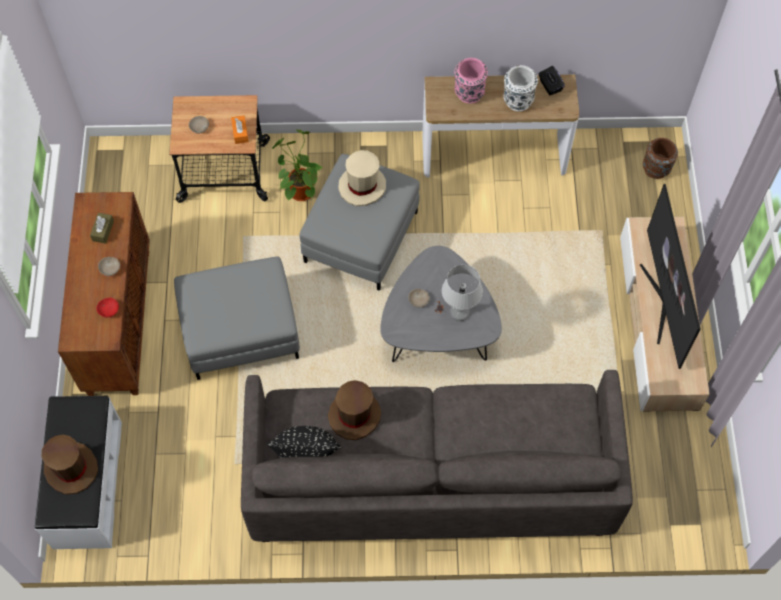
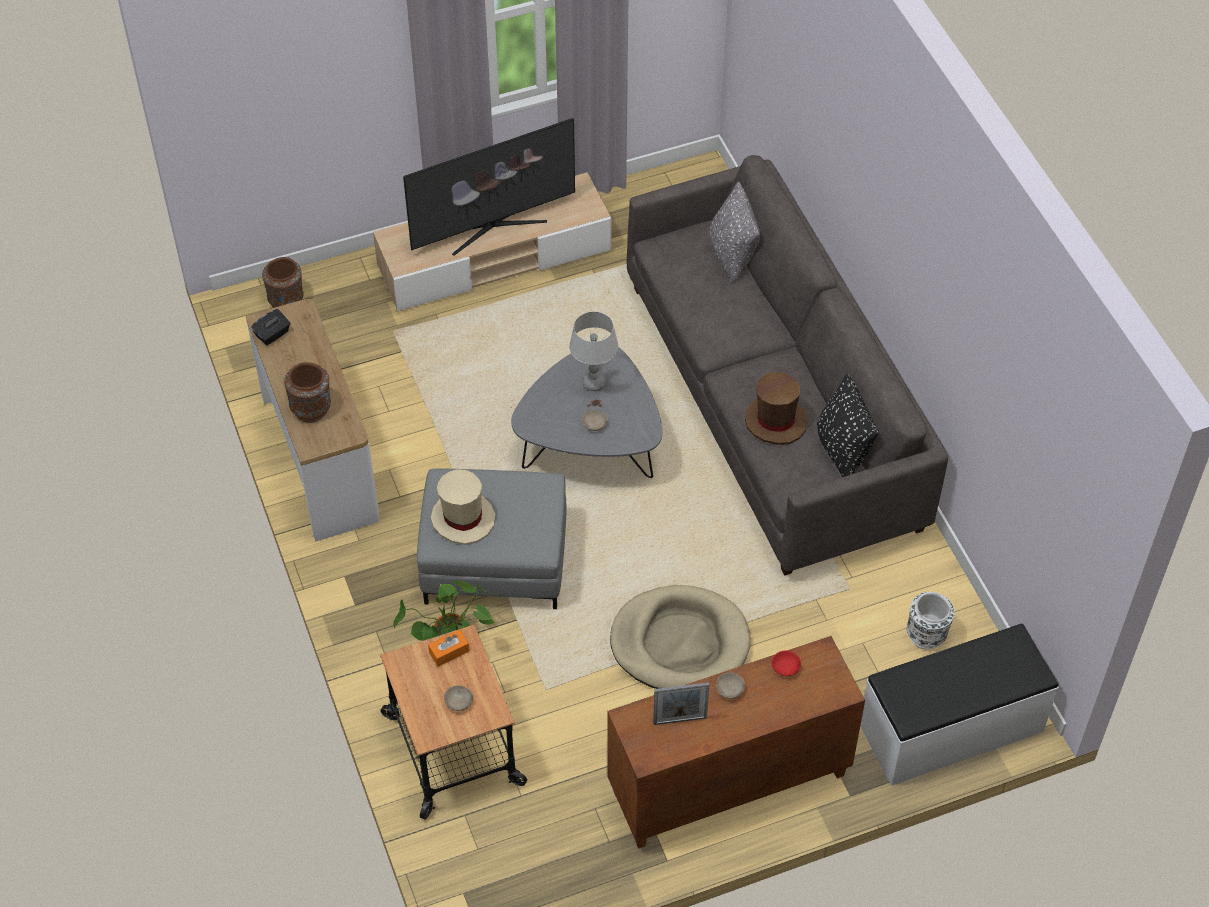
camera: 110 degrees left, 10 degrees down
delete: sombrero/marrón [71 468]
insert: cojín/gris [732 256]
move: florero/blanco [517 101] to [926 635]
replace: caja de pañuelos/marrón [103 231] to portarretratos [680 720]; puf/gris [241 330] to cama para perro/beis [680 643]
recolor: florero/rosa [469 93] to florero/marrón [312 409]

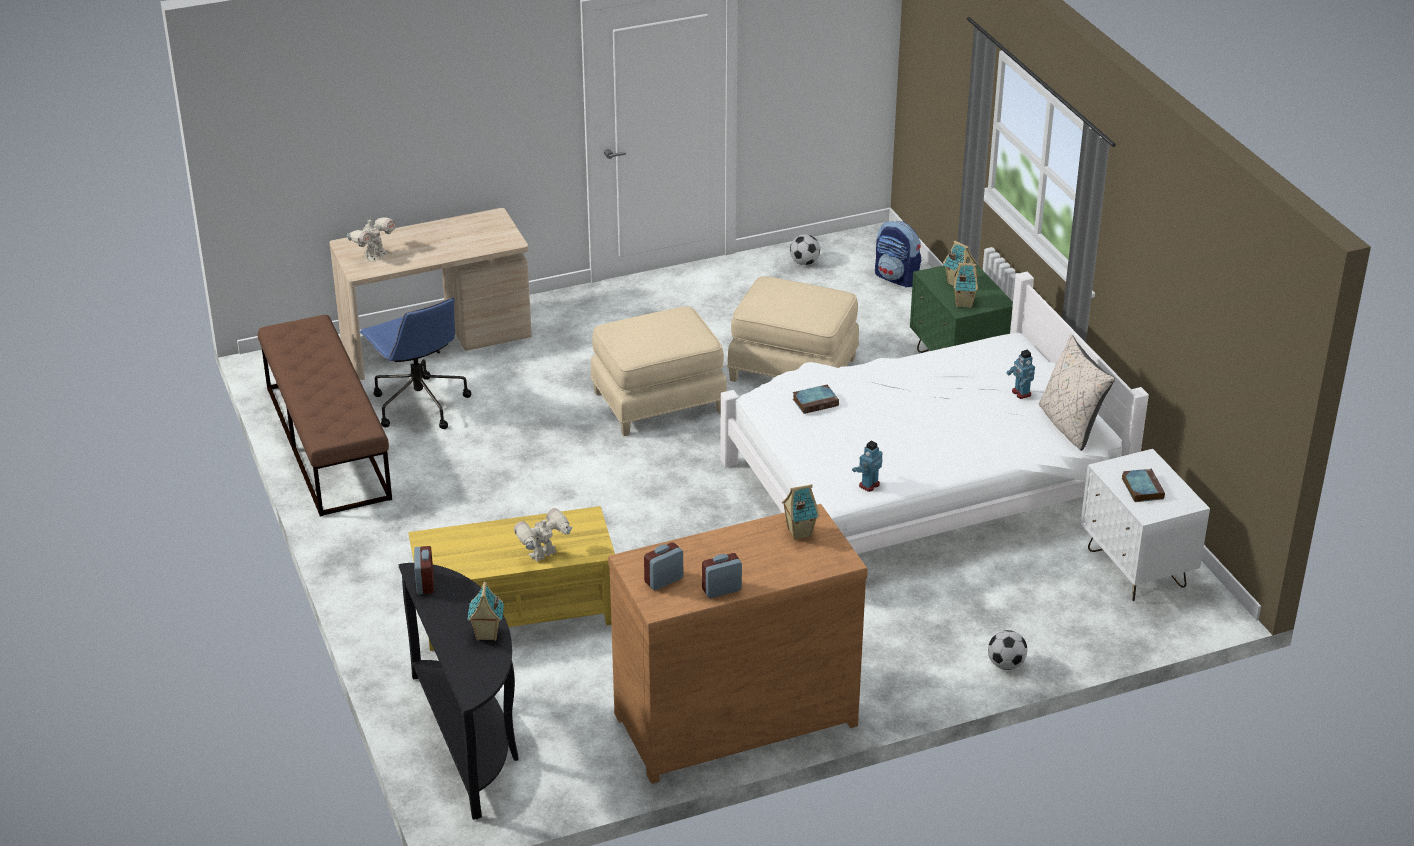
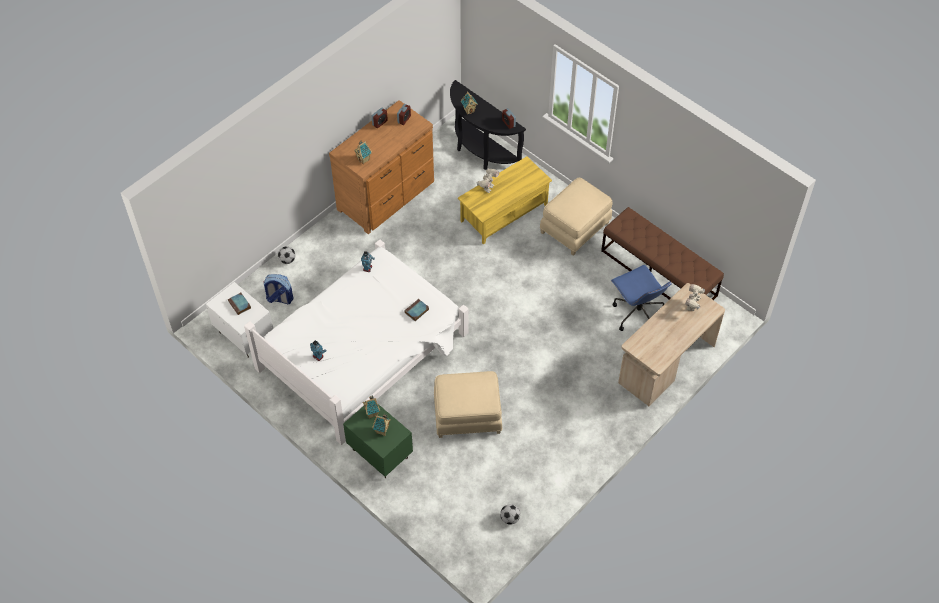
camera: 155 degrees right, 20 degrees up
delete: cojín/beis [1070 425]
move: puf/beis [658 401] to [575 228]; mochila [897 278] to [279 299]
rotate: silla de oficina/azul [419 404] = [637 314] 150 degrees counterclockwise

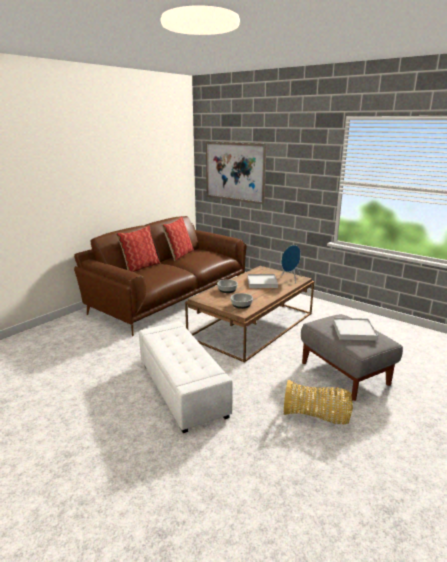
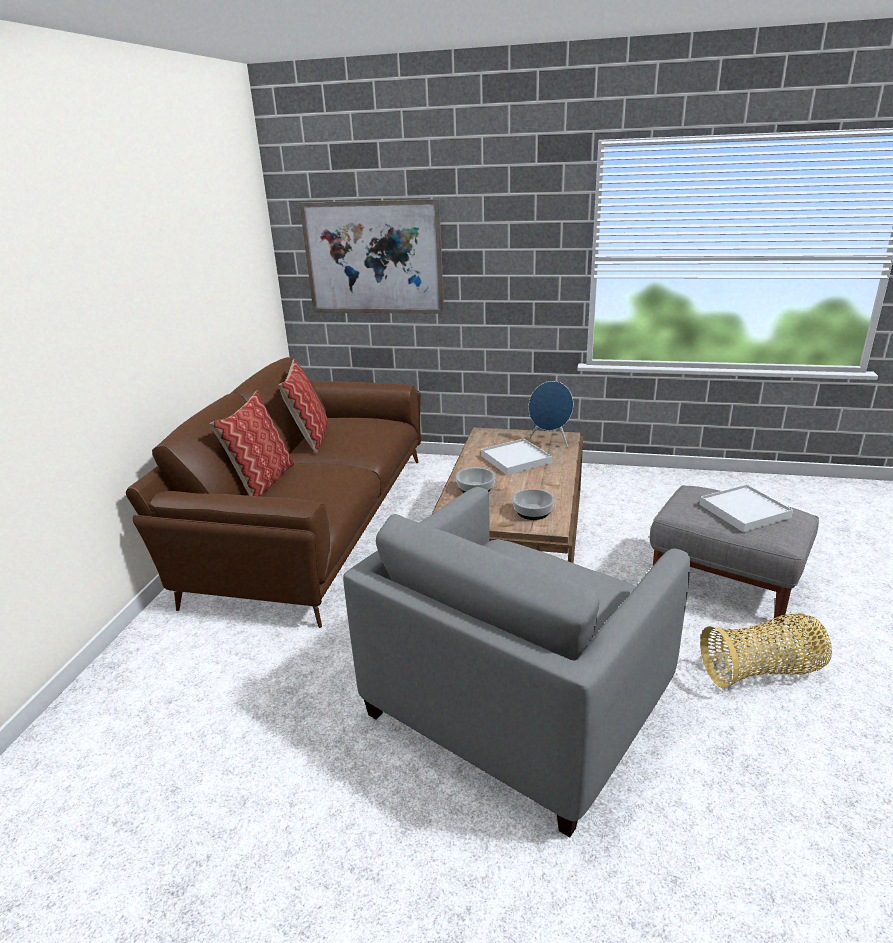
camera: 25 degrees left, 5 degrees up
replace: puf/blanco [181 388] to sillón/gris [516 704]

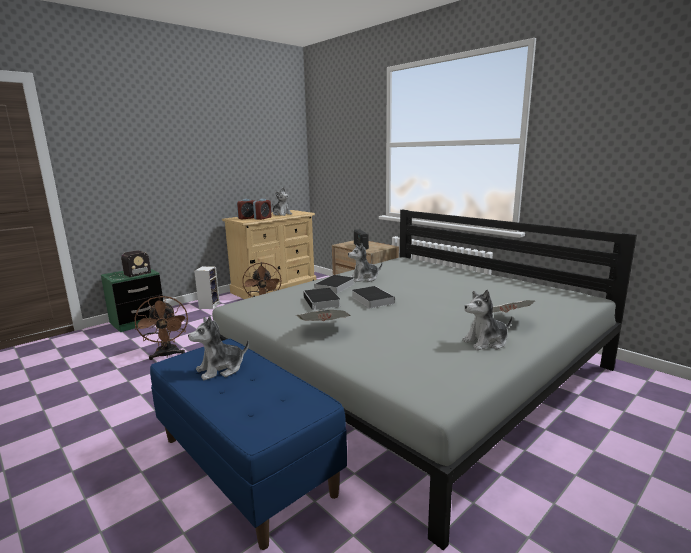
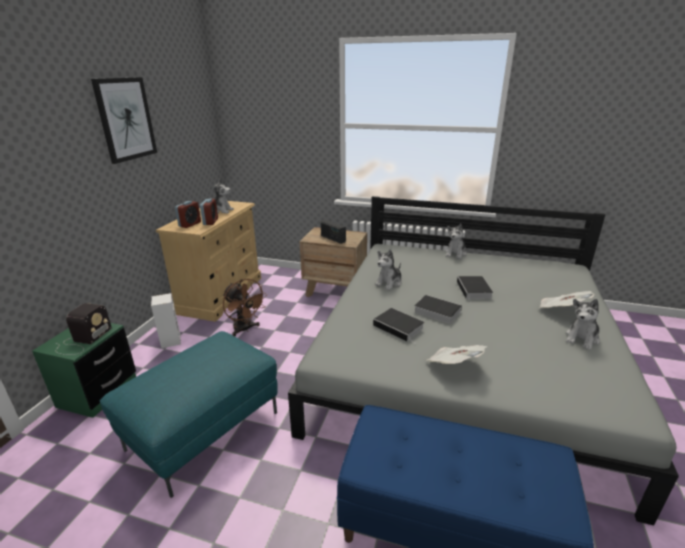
camera: 30 degrees left, 10 degrees up
insert: cuadro [125 119]
move: peluche [221 369] to [455 254]; libro [334 287] to [474 290]
replace: ventilador/marrón [167 355] to puf/turquesa [204 429]

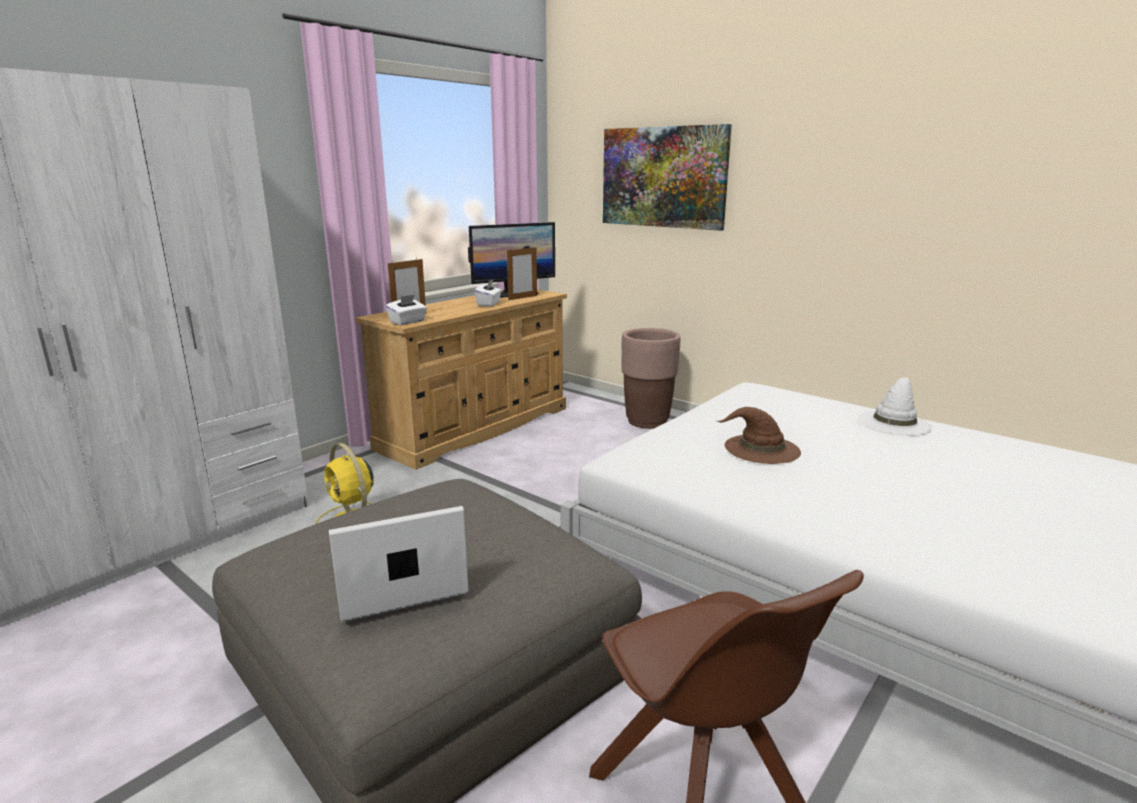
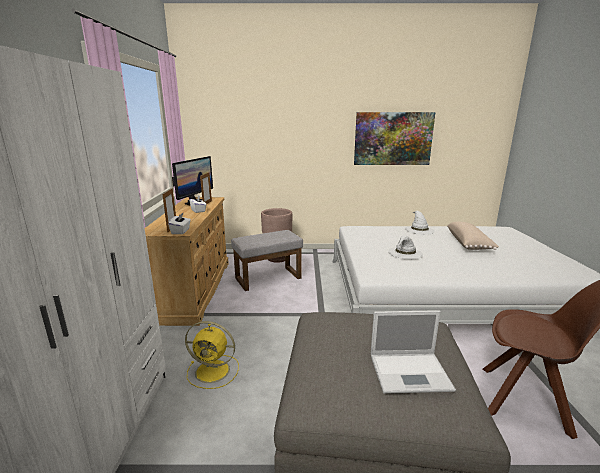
camera: 40 degrees left, 0 degrees up
insert: puf/gris [267 278]; cojín/beis [469 243]
move: cuadro [663 177] to [393 138]
recolor: sombrero/marrón [761 449] to sombrero/blanco [405 253]
rotate: portátil [396 584] = [411 372] 120 degrees counterclockwise

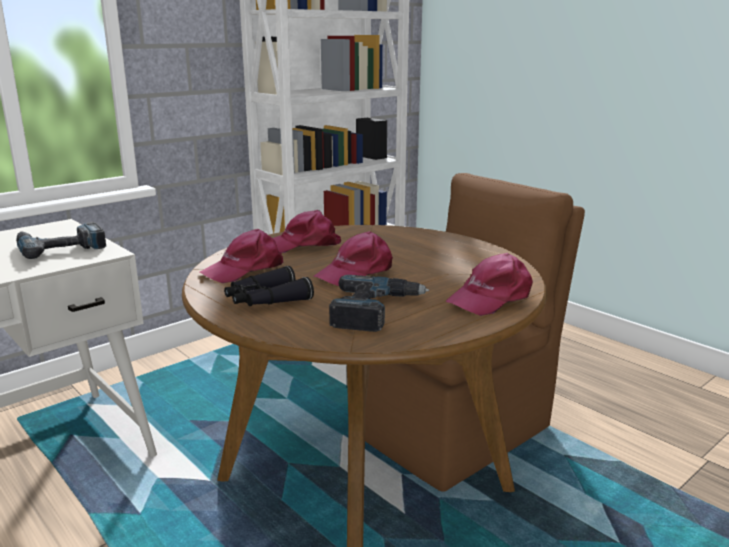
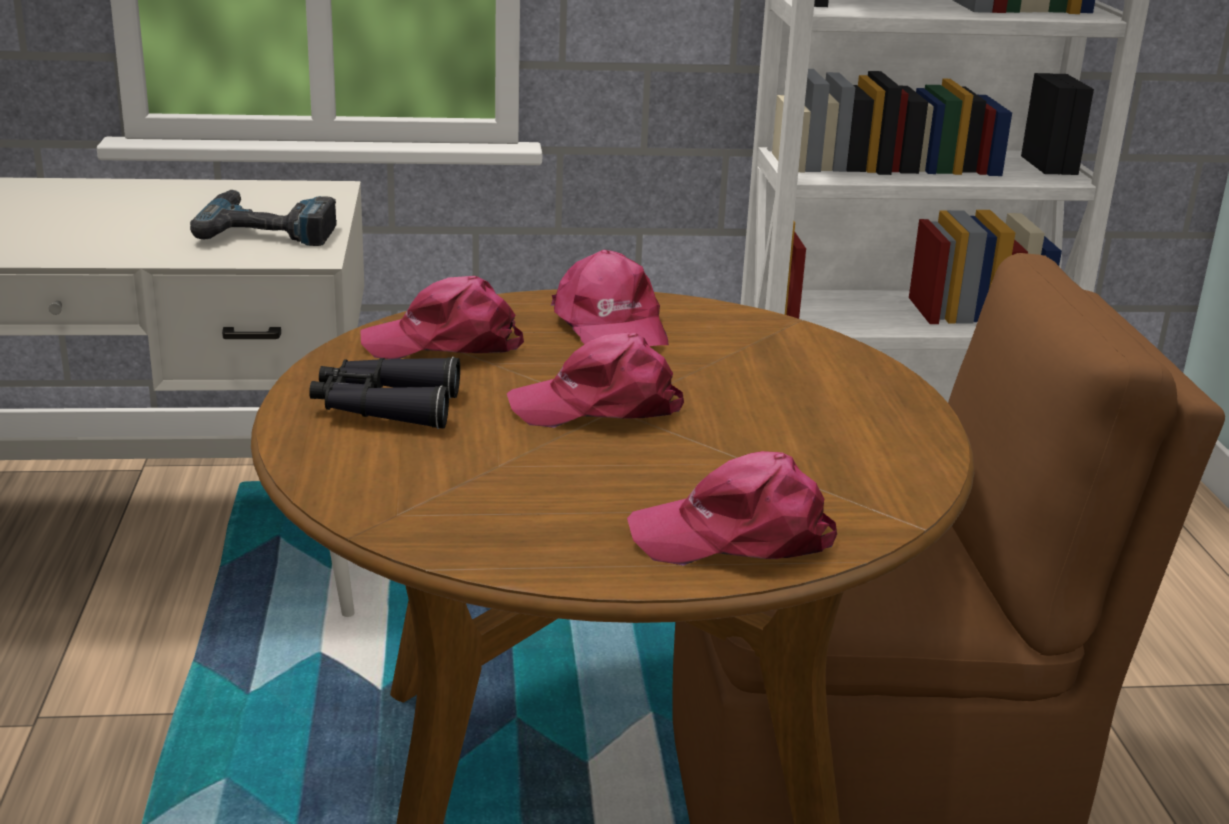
camera: 35 degrees right, 5 degrees up
delete: taladro [375 311]
rotate: gorra/rosa [303 245] = [609 325] 135 degrees counterclockwise

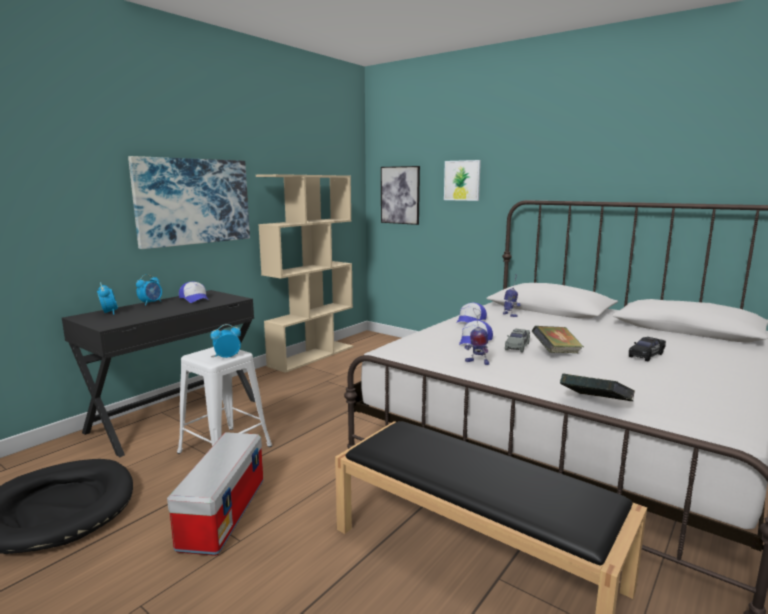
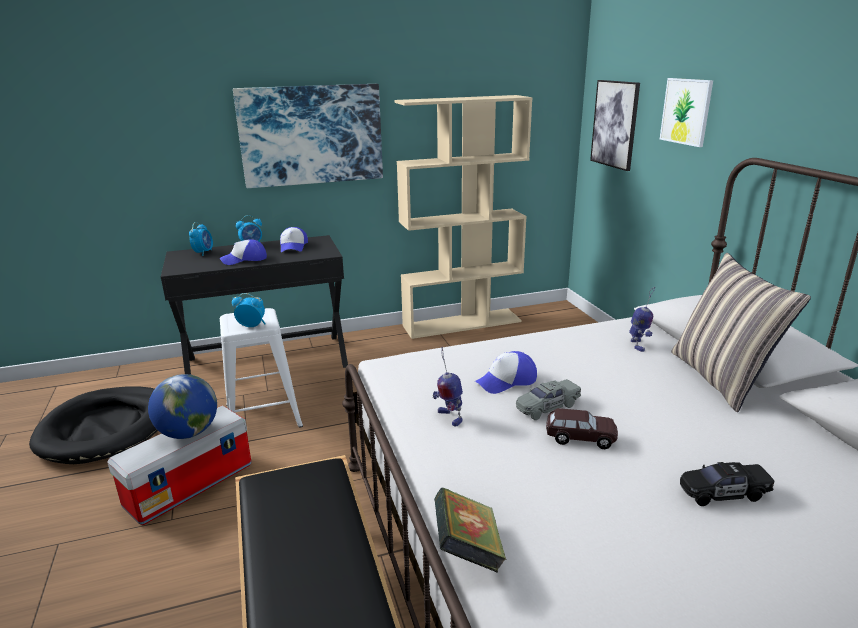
camera: 35 degrees right, 10 degrees up
insert: globo terráqueo [188 433]; cojín [721 379]
move: gorra [471 321] to [244 259]
replace: libro [556 353] to coche de juguete/marrón [580 438]

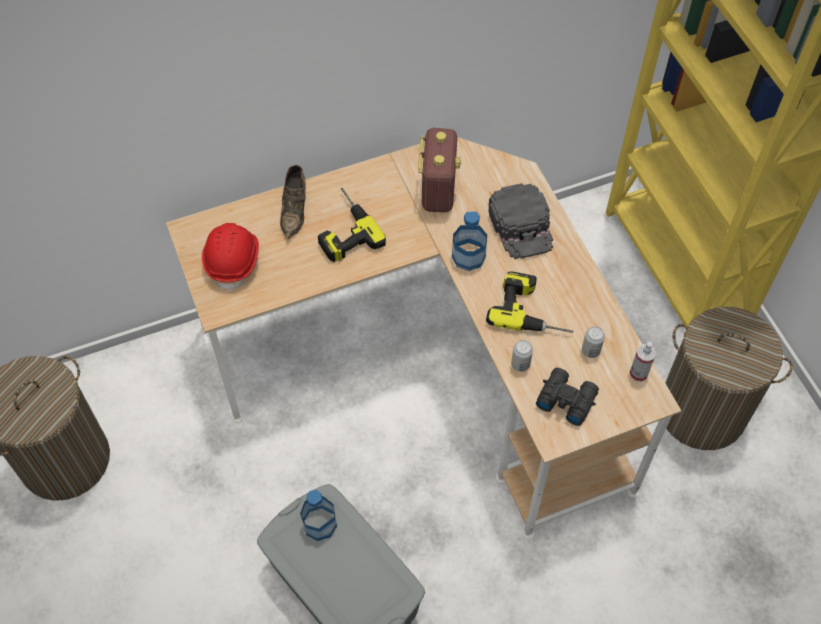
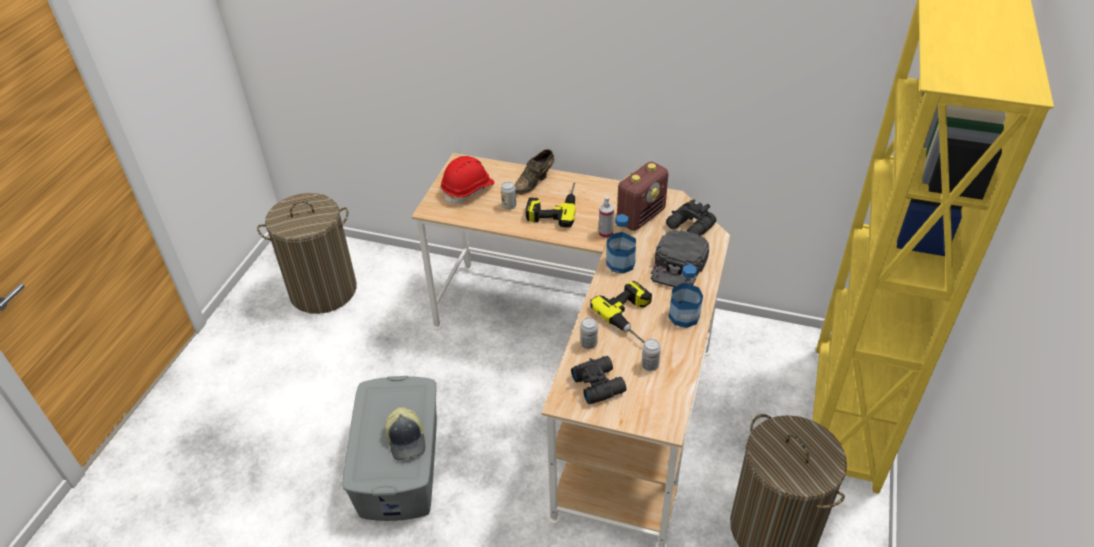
camera: 40 degrees right, 15 degrees down
insert: gorra [407 439]; lata [509 206]; prismáticos/negro [690 227]
move: botella [320 524] to [684 316]; pulverizador [638 373] to [605 233]

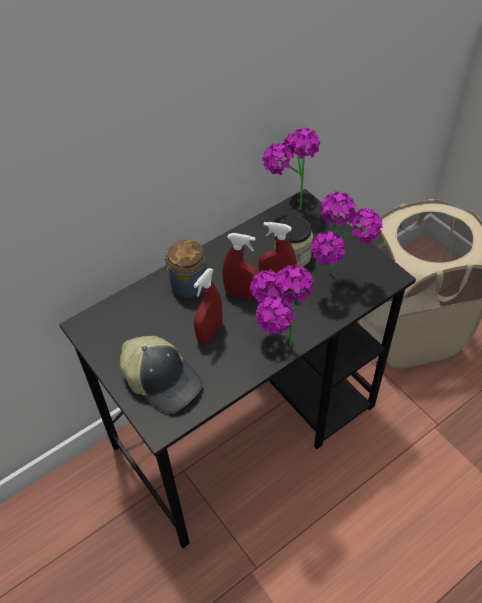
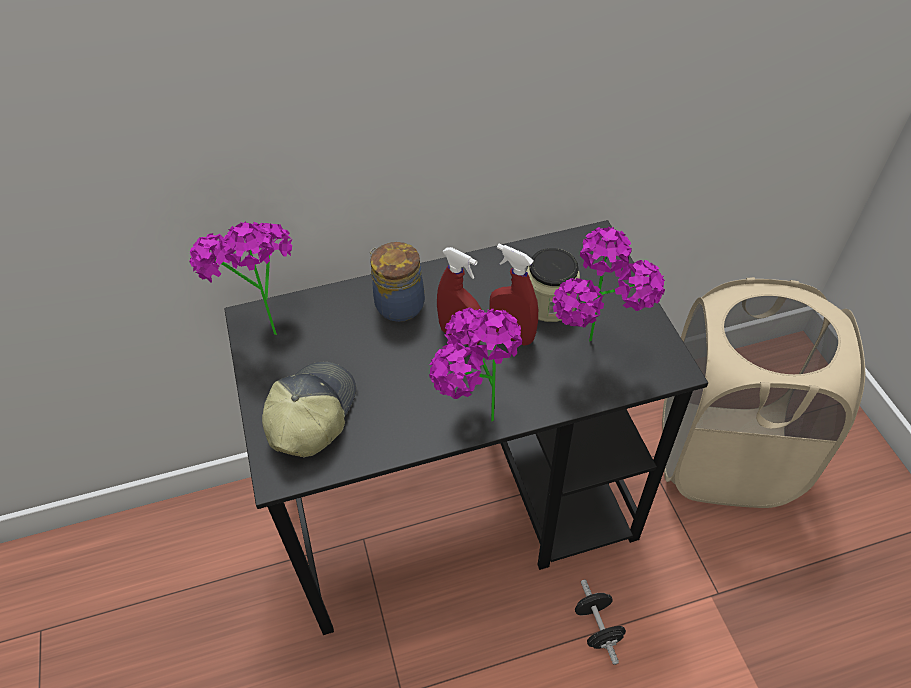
camera: 20 degrees right, 0 degrees up
delete: pulverizador/rojo [209 332]
insert: mancuerna/negro [597 627]
move: planta en maceta [289 205] to [265 324]
rotate: gorra [162 380] = [310 414] 135 degrees counterclockwise

